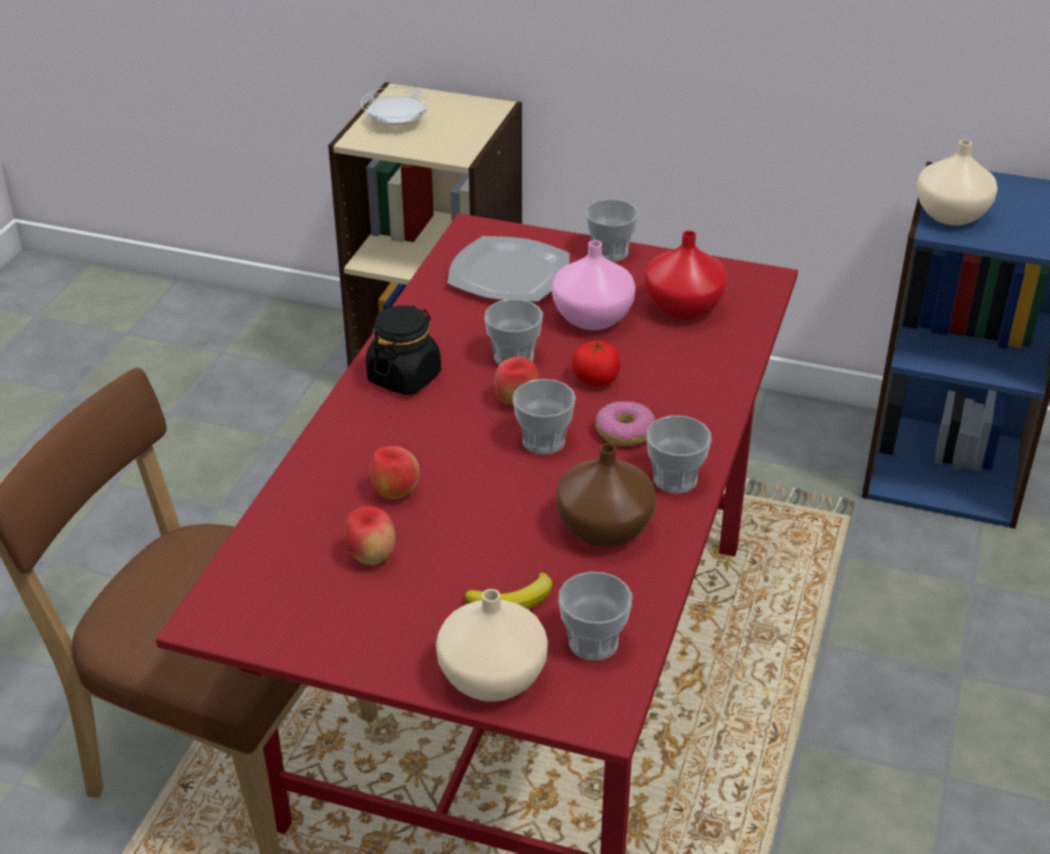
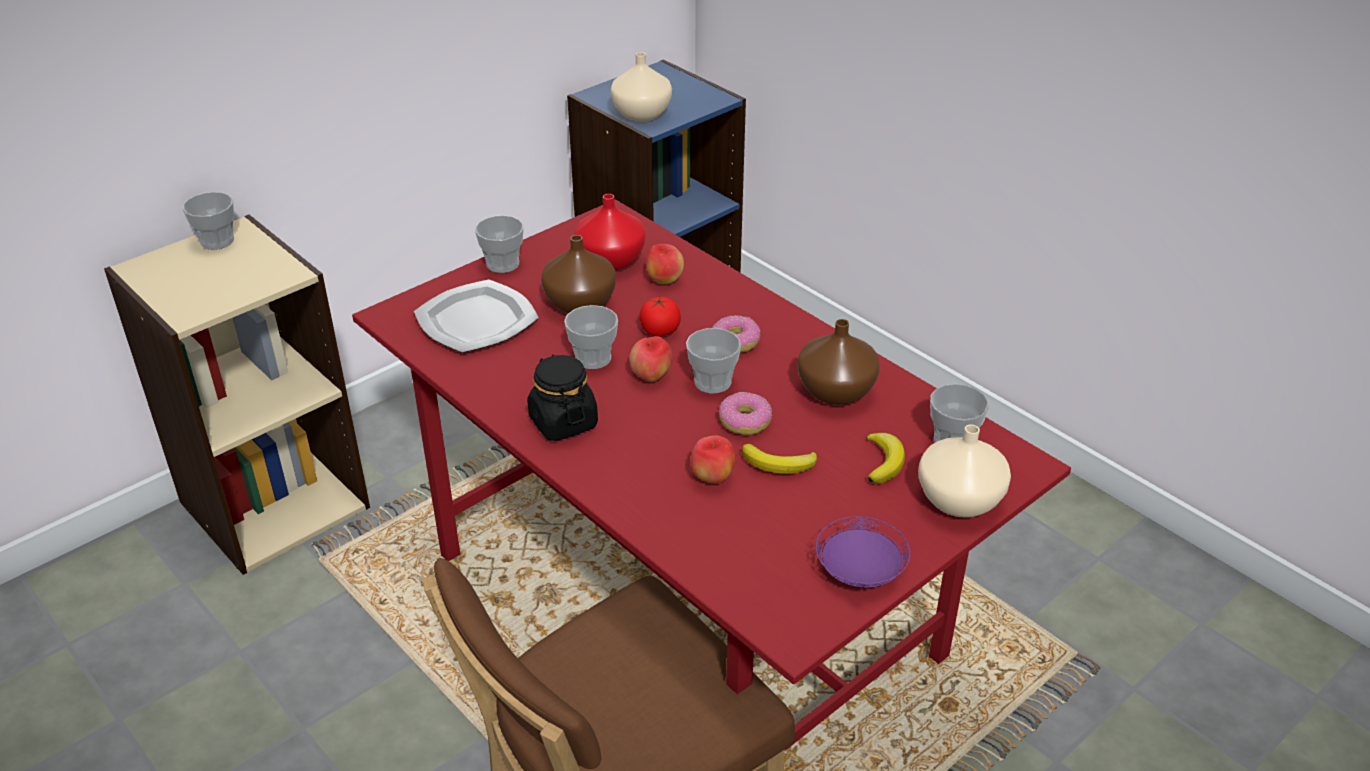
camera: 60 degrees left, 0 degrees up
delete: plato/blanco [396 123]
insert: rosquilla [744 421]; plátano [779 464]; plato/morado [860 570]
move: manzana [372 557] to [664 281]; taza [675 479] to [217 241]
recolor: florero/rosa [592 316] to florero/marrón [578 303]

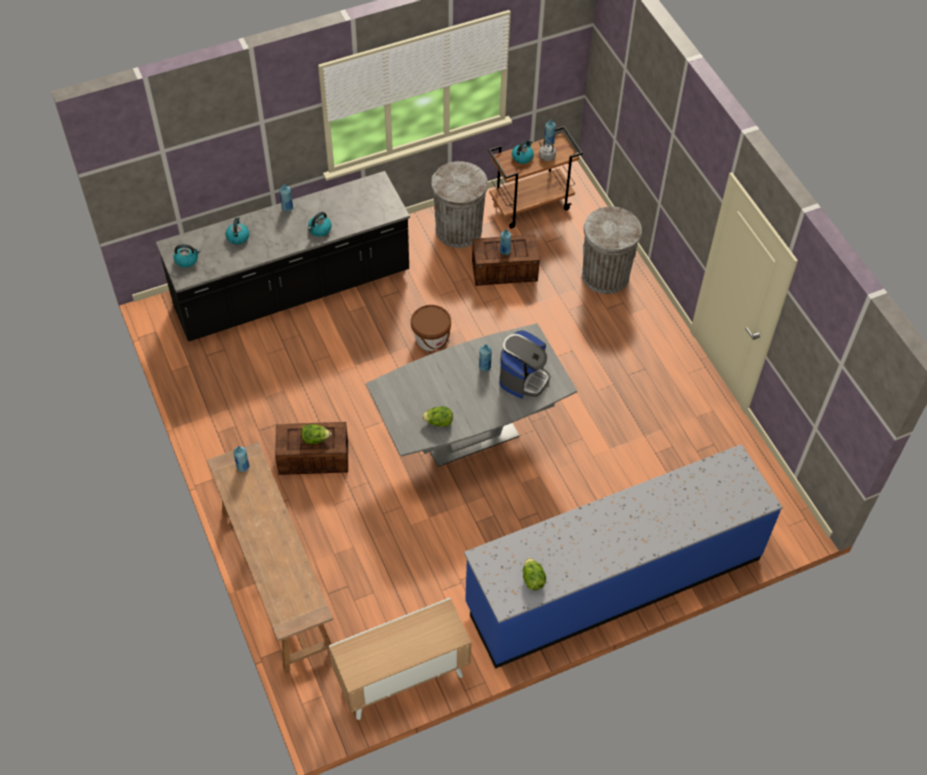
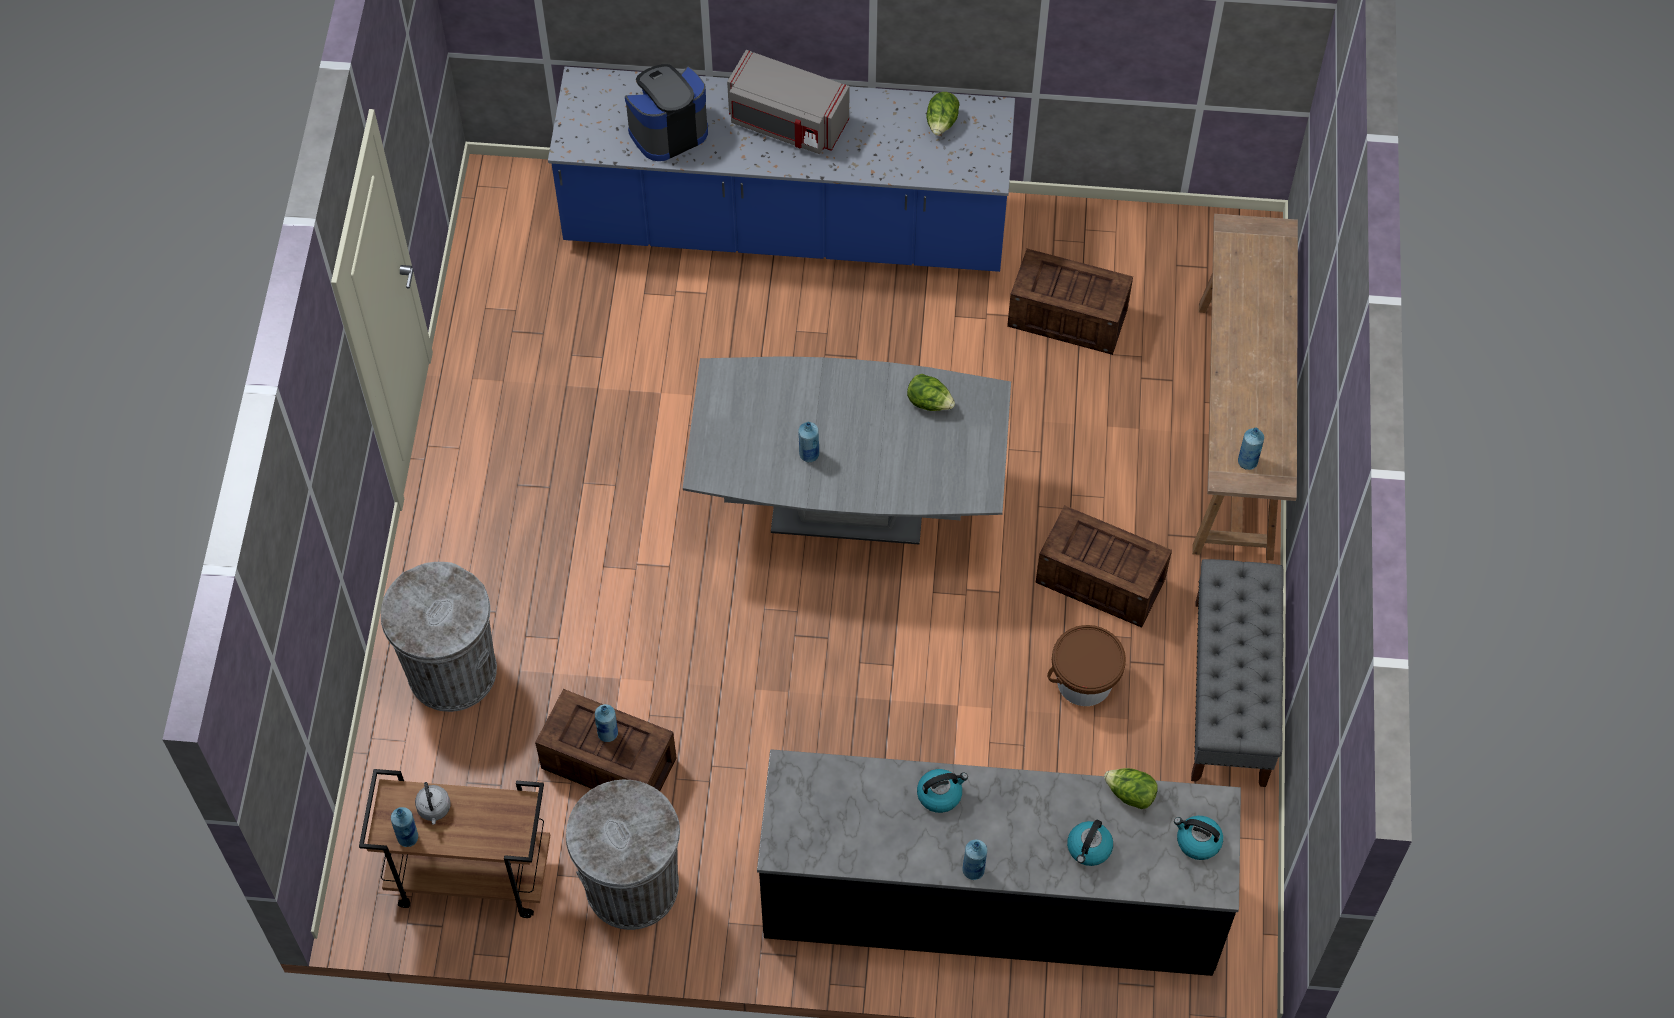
camera: 150 degrees left, 5 degrees up
delete: armario [402 679]; hervidor [522 157]
insert: microondas/gris [786 123]; caja de embalaje [1069 317]; banco/gris [1230 693]
move: lechuga [315 439] to [1130 794]; cubo/marrón [431 338] to [1084 681]; cafetera [523 378] to [667 130]

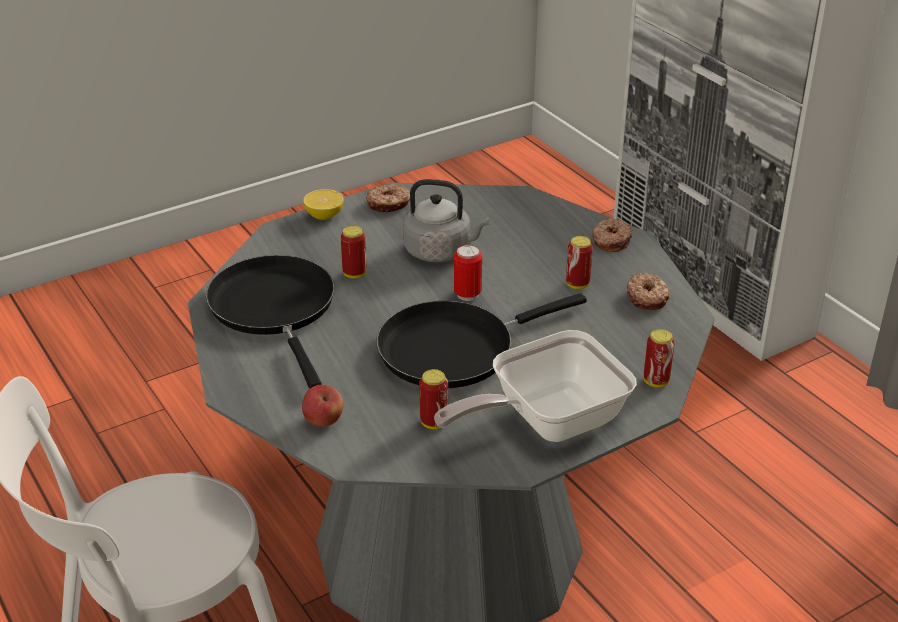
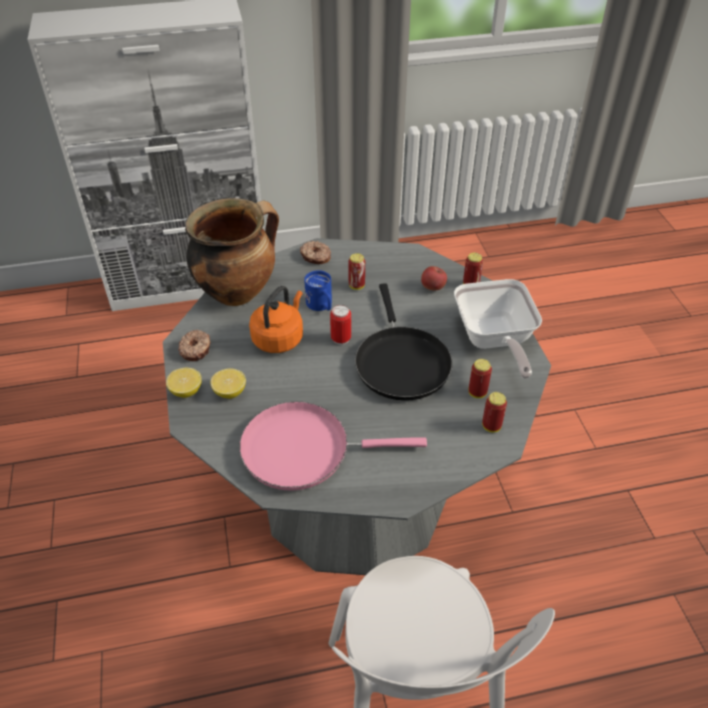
camera: 70 degrees left, 10 degrees up
delete: rosquilla [647 298]
insert: olla [238 291]; limón [230 392]; taza grande/azul [321 306]
move: manzana [323 421] to [433 287]; lata [354 274] to [491 426]
recolor: sartén/negro [275 309] to sartén/rosa [304 450]; hervidor/gris [441 251] to hervidor/naranja [279 338]

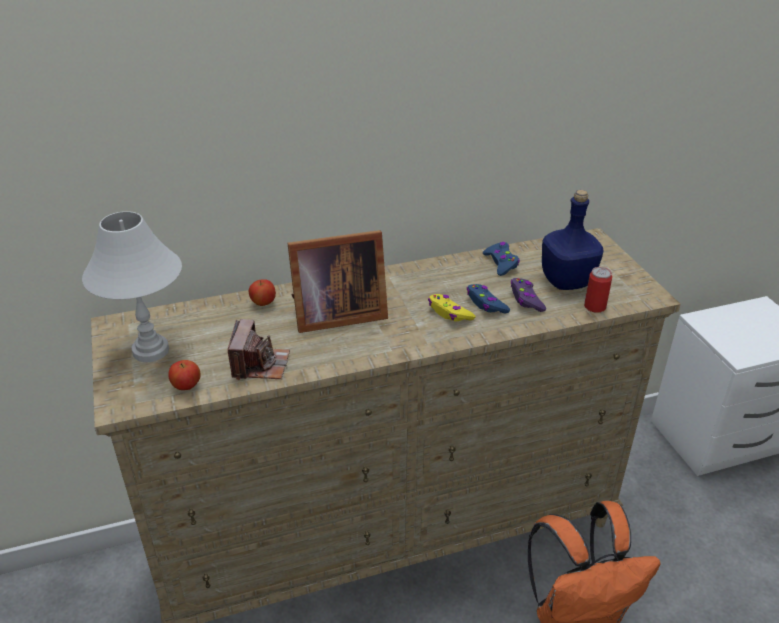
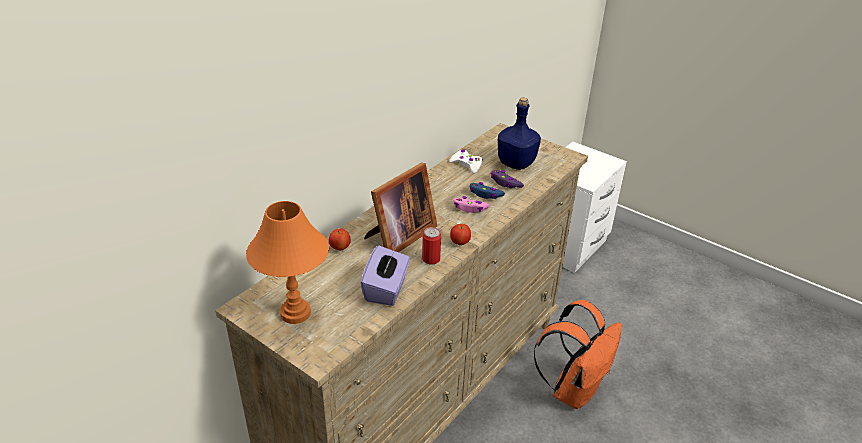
camera: 35 degrees left, 0 degrees up
move: manzana [187 386] to [460 243]; lata [595 306] to [431 259]
replace: cámara [260 364] to caja de pañuelos/morado [386 289]
recolor: lámpara de mesa/blanco [151 351] to lámpara de mesa/naranja [296 313]; mando de consola/amarillo [449 313] to mando de consola/rosa [470 208]; mando de consola/azul [501 263] to mando de consola/blanco [466 165]

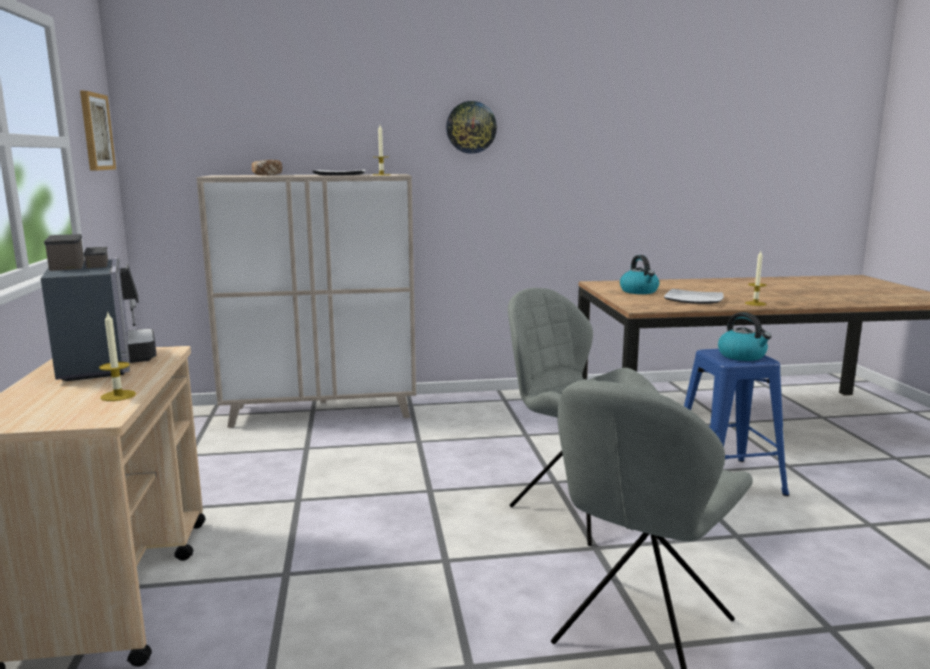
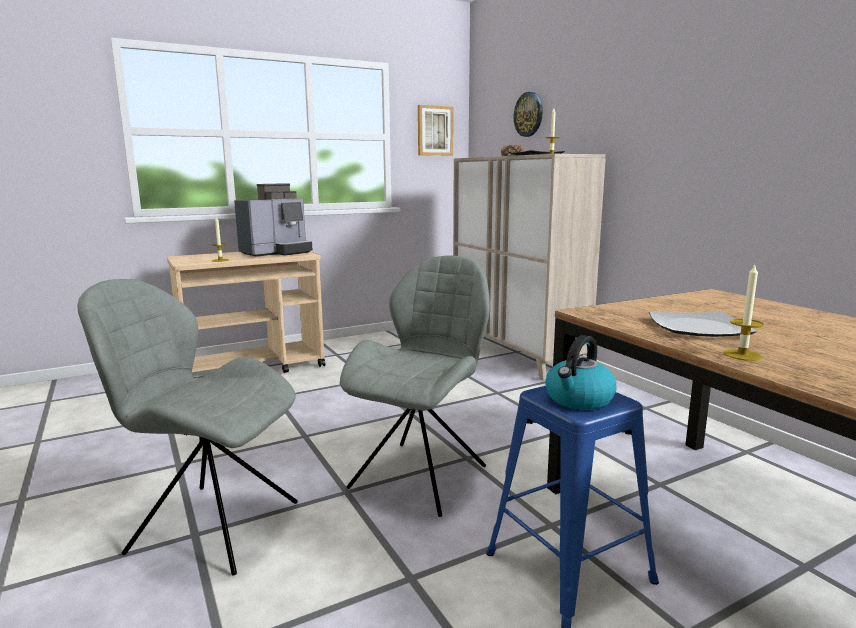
camera: 70 degrees right, 0 degrees up
delete: hervidor [639 291]
move: reloj de pared [471 127] to [528 114]

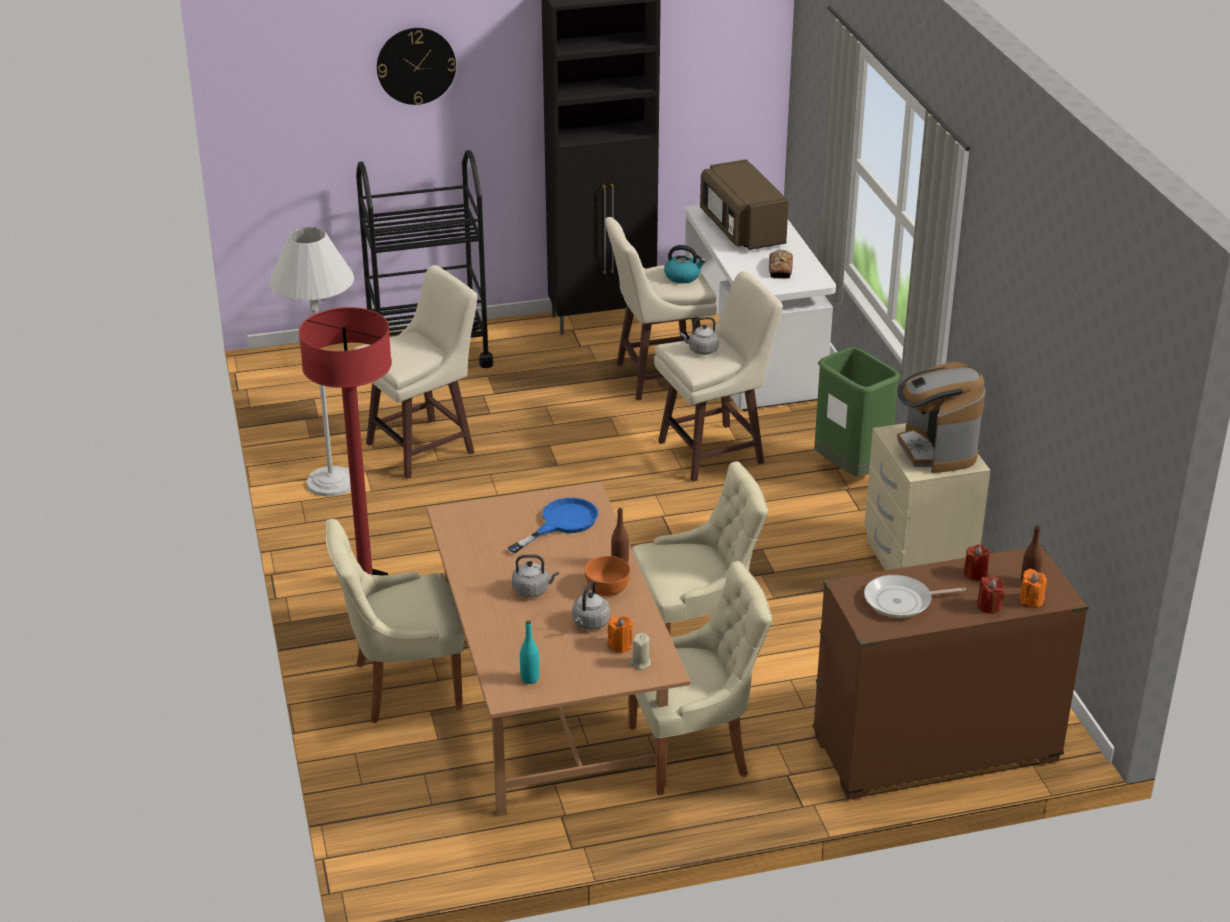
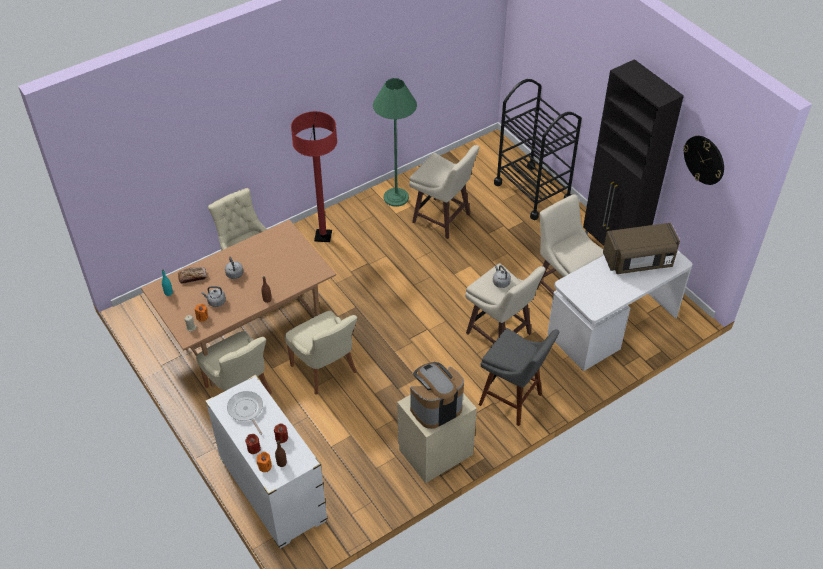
camera: 70 degrees right, 15 degrees up
delete: sartén/azul [562 523]; cuenco/naranja [606 587]; hervidor [683 276]
move: reloj de pared [416 65] to [704 159]; pan [780 269] to [192 277]
replace: papelera/verde [851 471] to taburete/gris [513 401]
recolor: lámpara de pie/blanco [331 482] to lámpara de pie/verde [396 197]; cómoda/marrón [935 750] to cómoda/blanco [272 490]
rotate: microondas/marrón [741 229] = [638 261] 150 degrees counterclockwise

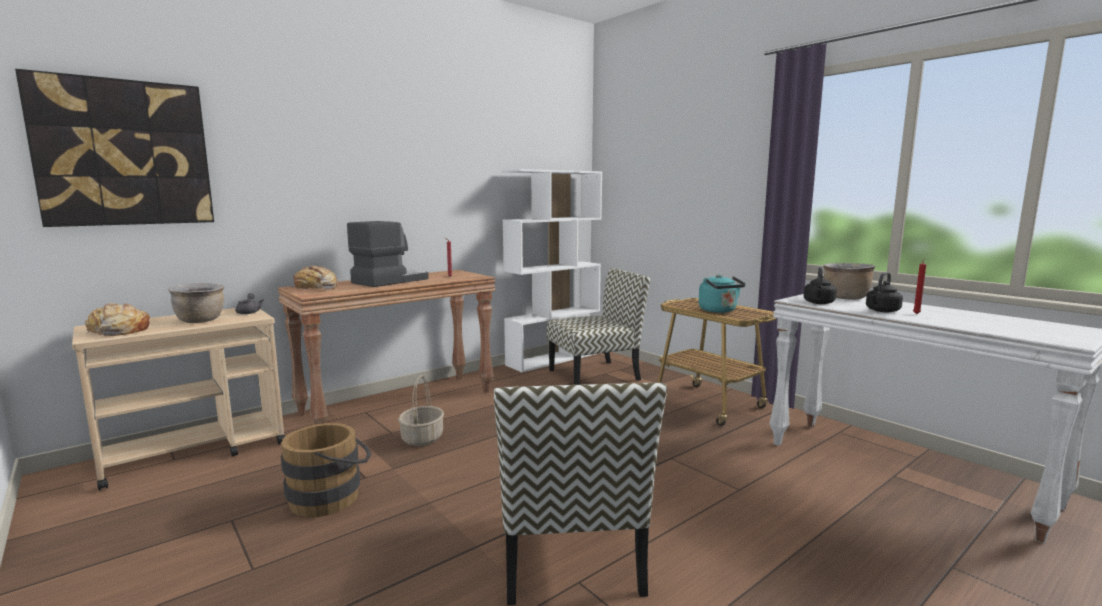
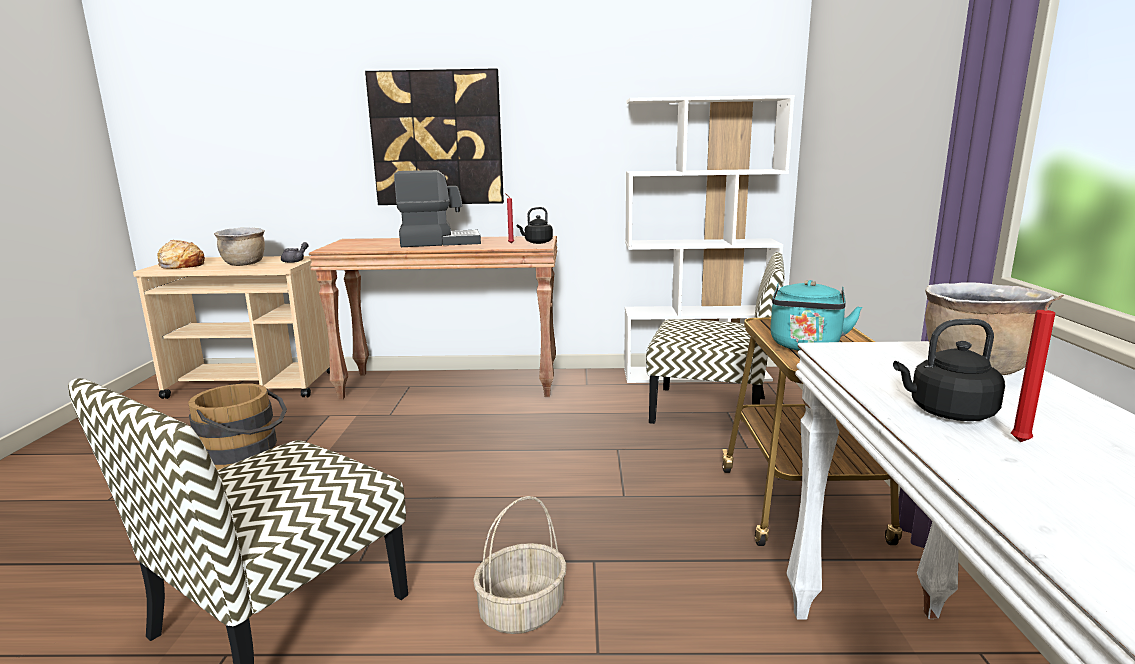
camera: 40 degrees right, 5 degrees up
delete: pan [315 288]
move: cuadro [124 153] to [437 138]; cesta [422 438] to [522 612]; hervidor/negro [818 303] to [537 242]

